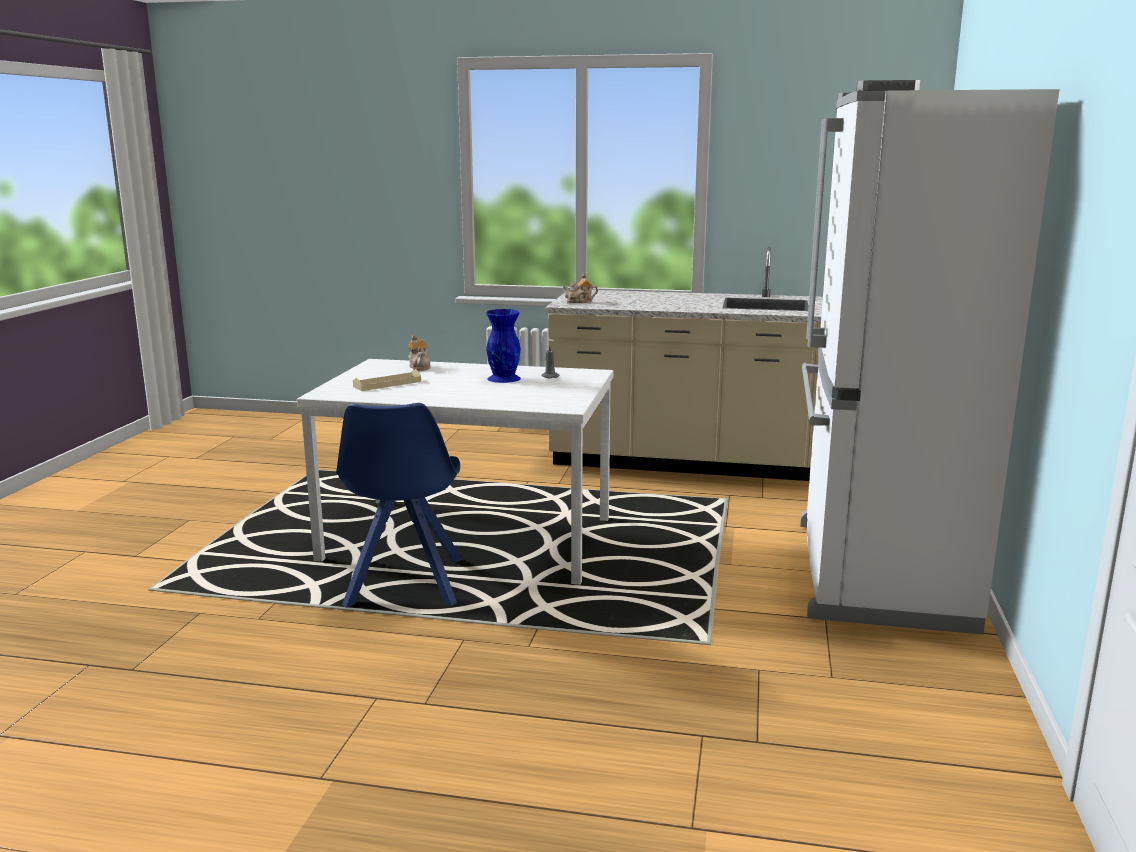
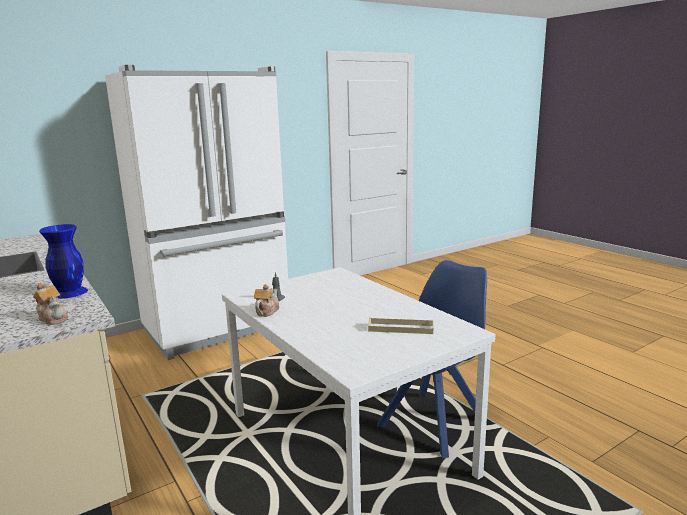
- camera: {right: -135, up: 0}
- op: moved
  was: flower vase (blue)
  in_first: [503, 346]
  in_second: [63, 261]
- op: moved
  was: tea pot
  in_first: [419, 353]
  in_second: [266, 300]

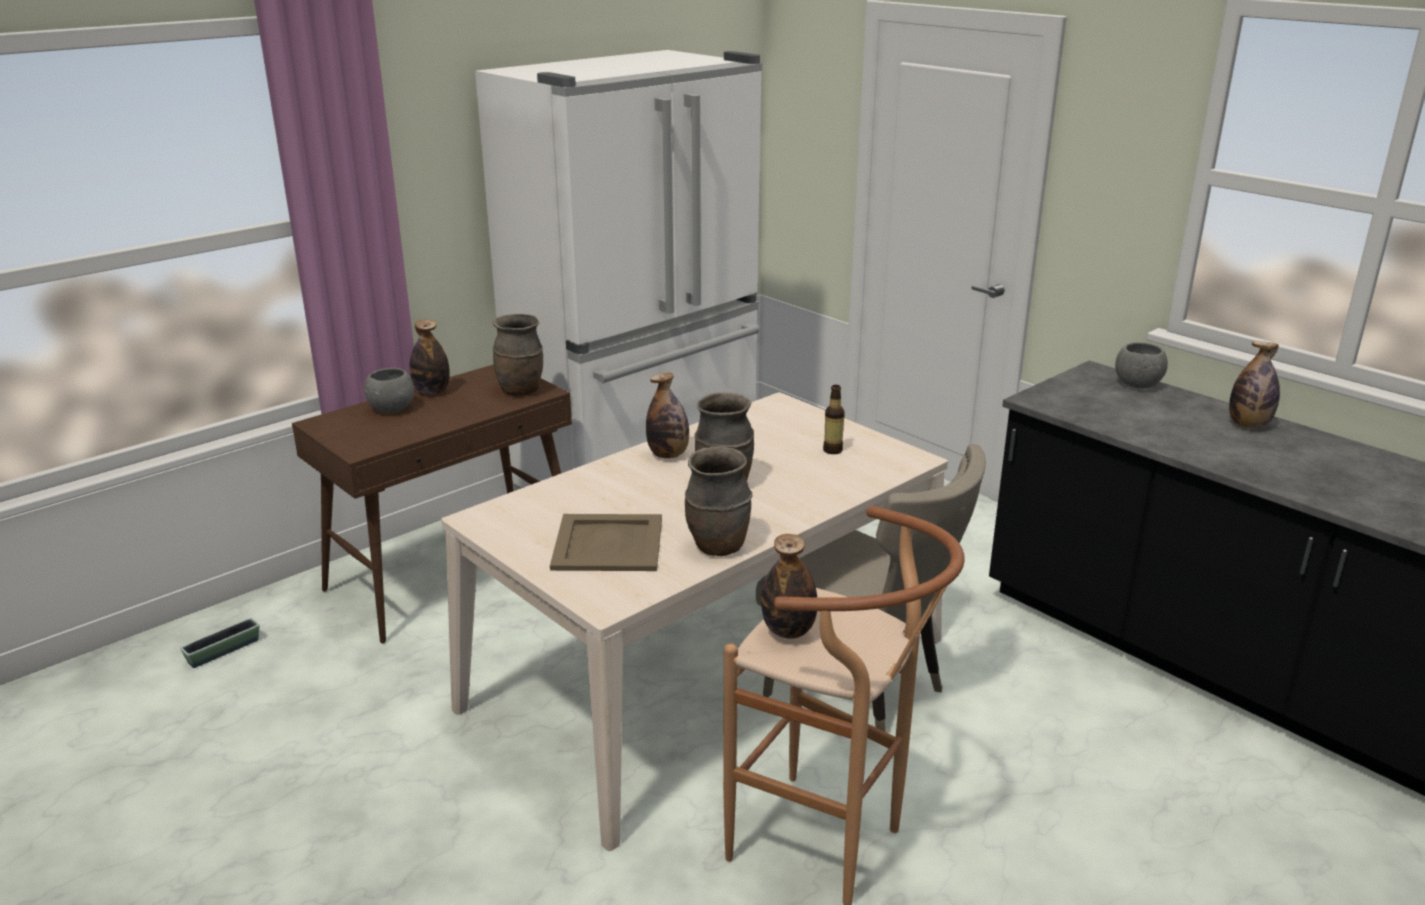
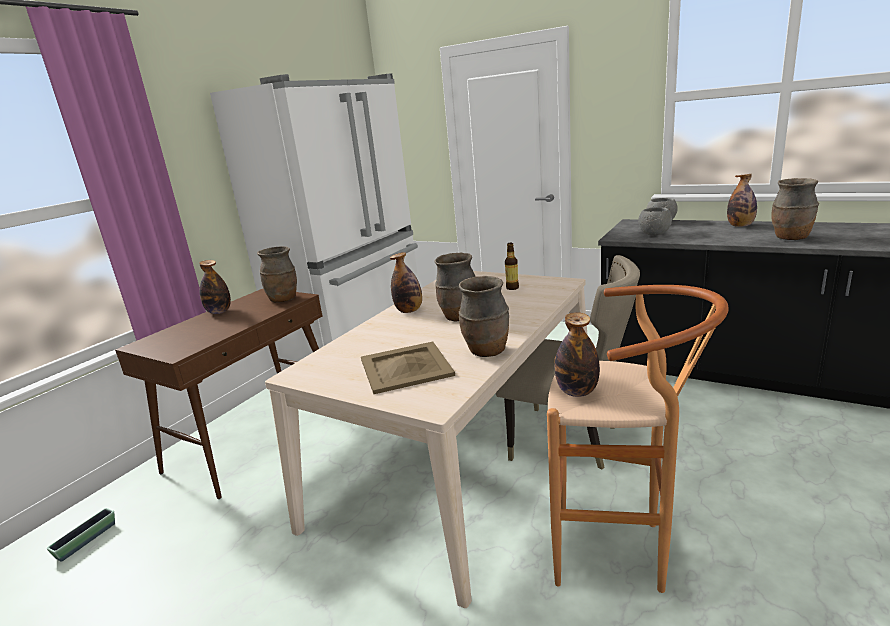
- camera: {right: -15, up: -5}
- op: moved
  was: bowl (gray)
  in_first: [389, 390]
  in_second: [655, 221]
- op: added
  now: flower vase (brown-coloured)
  in_second: [795, 209]

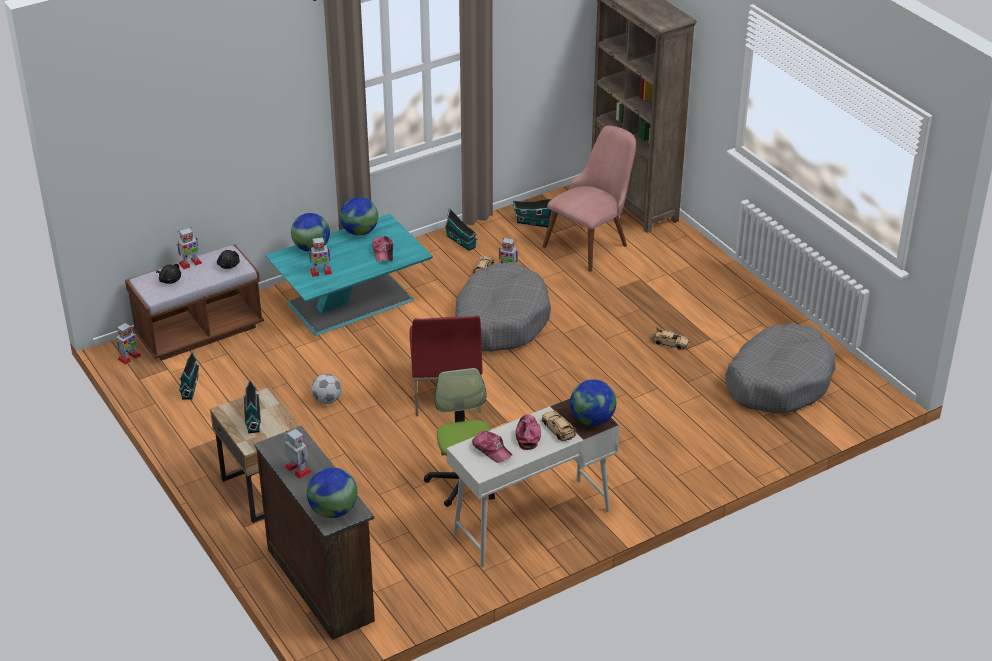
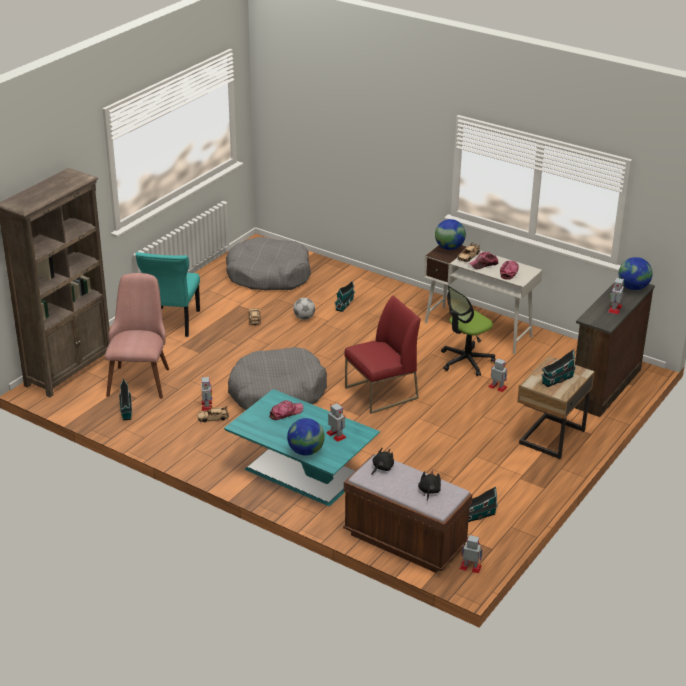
- camera: {right: -115, up: -5}
- op: turned
  was: chair (pink)
  in_first: [589, 198]
  in_second: [137, 336]
  clockwise: 75
- op: removed
  was: globe
  in_first: [359, 216]
- op: moved
  was: toy house
  in_first: [461, 229]
  in_second: [345, 296]
- op: moved
  was: robot figure
  in_first: [189, 248]
  in_second: [497, 375]
- op: moved
  was: ball for football
  in_first: [326, 389]
  in_second: [304, 309]
- op: added
  now: chair (blue-green)
  in_second: [167, 294]

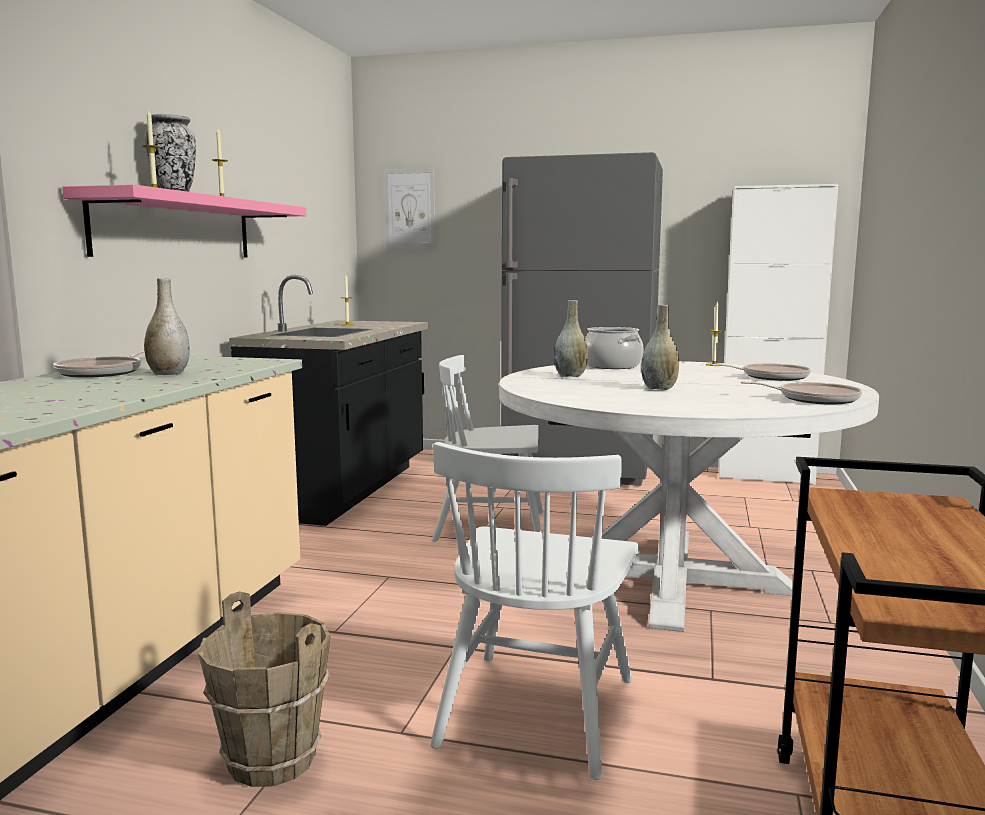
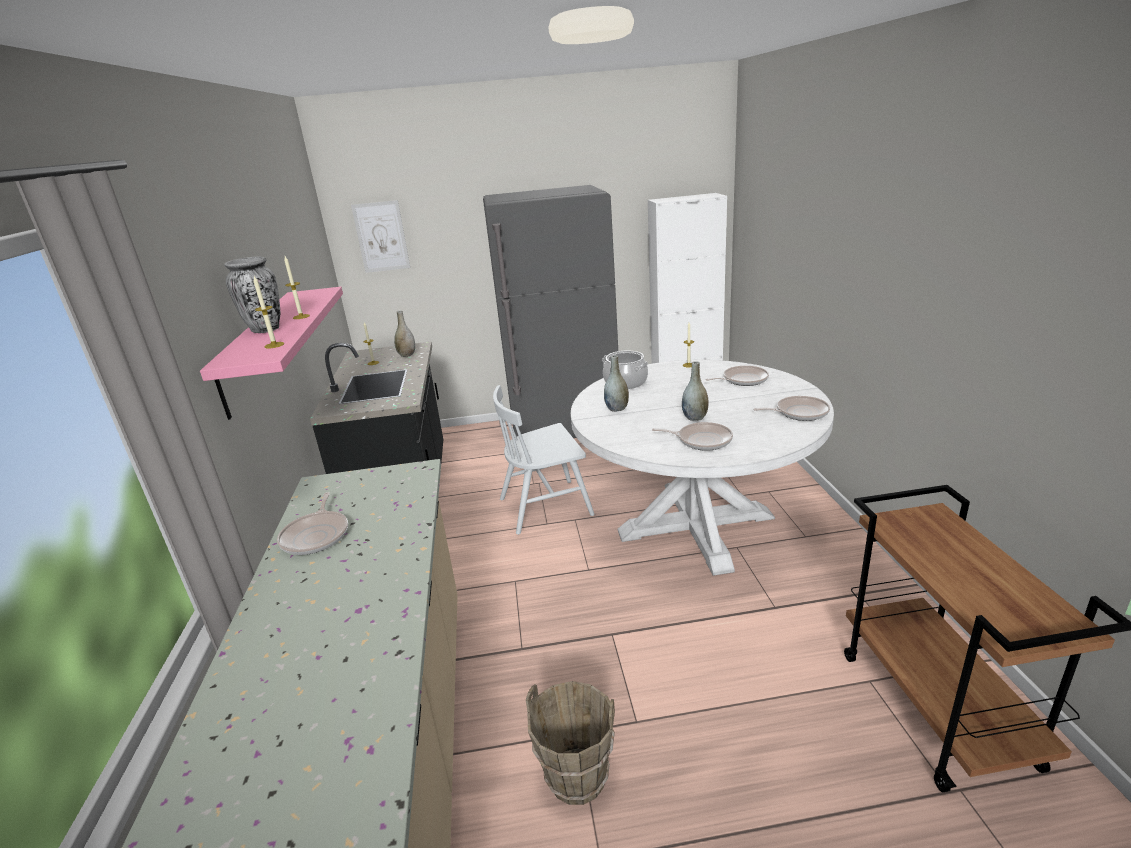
- camera: {right: -20, up: 15}
- op: moved
  was: flower vase (gray)
  in_first: [167, 326]
  in_second: [404, 334]
- op: removed
  was: chair (whitish)
  in_first: [534, 611]
- op: added
  now: pan
  in_second: [692, 436]

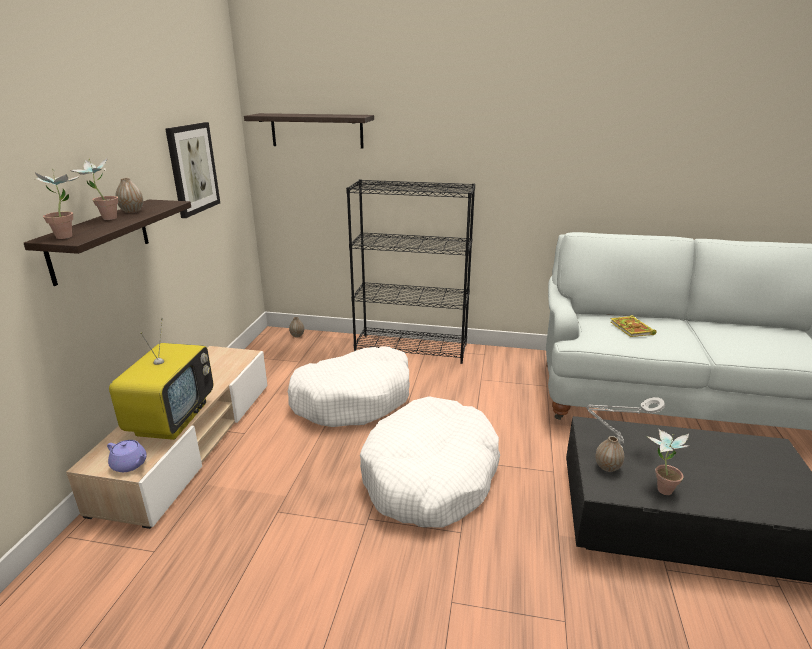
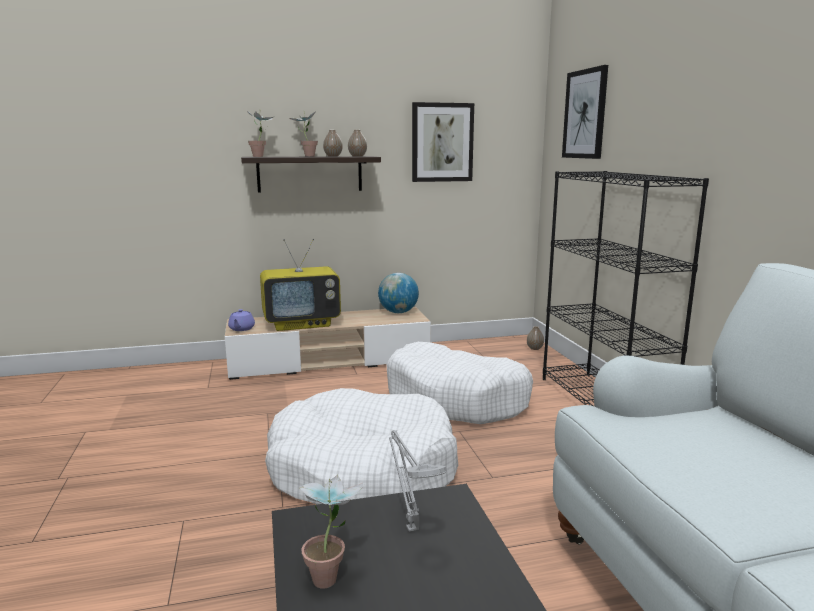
- camera: {right: 65, up: -10}
- op: replaced
  was: bracket shelf
  now: picture
  in_first: [309, 130]
  in_second: [585, 112]
- op: removed
  was: volume
  in_first: [633, 326]
- op: moved
  was: flower vase
  in_first: [609, 454]
  in_second: [357, 143]
- op: added
  now: globe
  in_second: [398, 293]

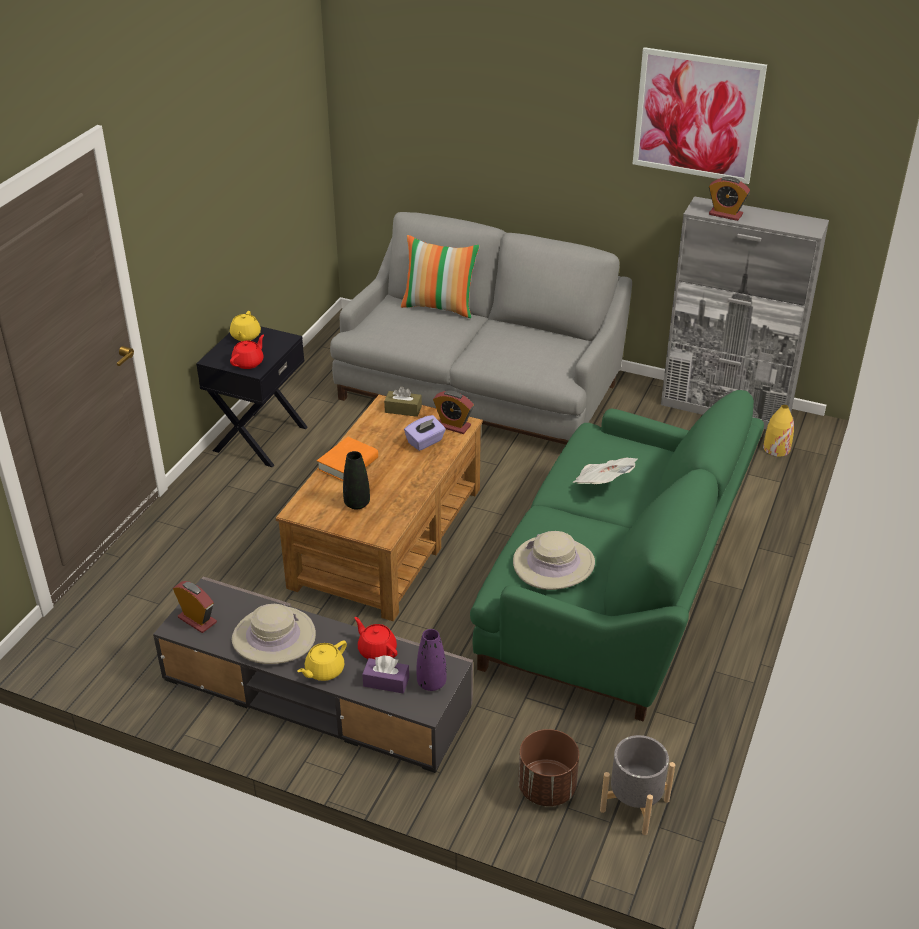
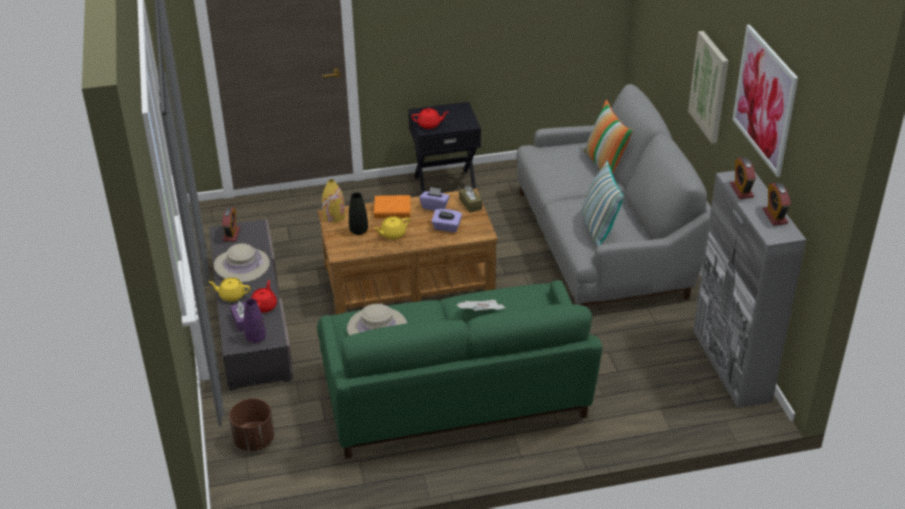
- camera: {right: 55, up: 0}
- op: moved
  was: tea pot (yellow-coloured)
  in_first: [245, 326]
  in_second: [391, 228]
- op: moved
  was: bedside clock
  in_first: [453, 412]
  in_second: [777, 204]
- op: moved
  was: flower vase (yellow-coloured)
  in_first: [778, 430]
  in_second: [334, 201]
- op: removed
  was: planter (gray)
  in_first: [637, 785]
- op: added
  now: picture
  in_second: [708, 87]
- op: added
  now: cushion
  in_second: [603, 203]
- op: added
  now: tissue box (purple)
  in_second: [434, 199]

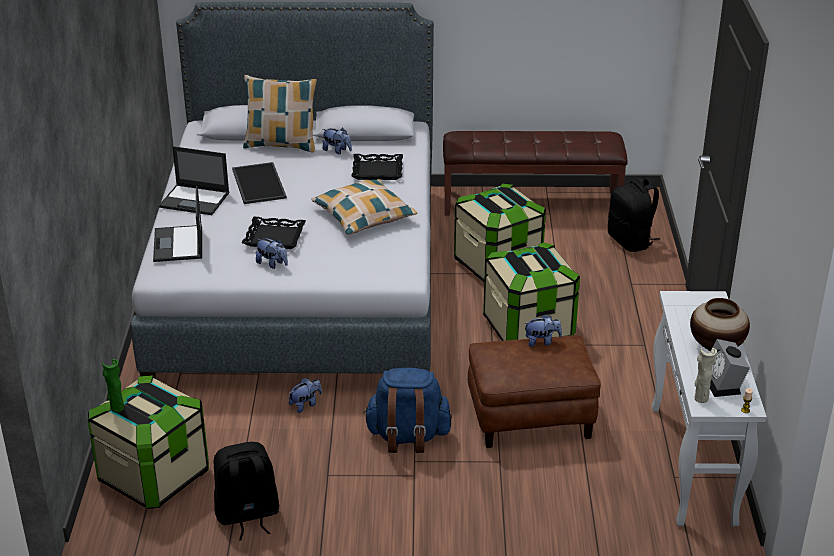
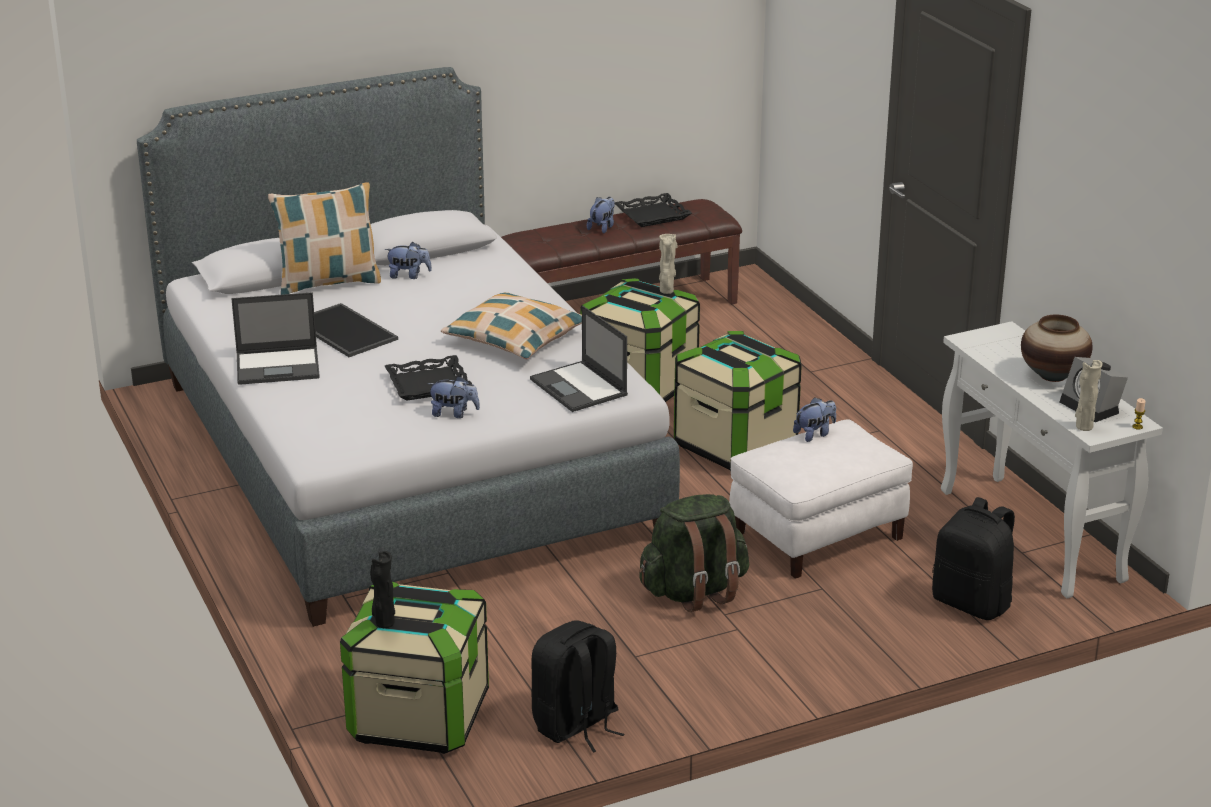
- camera: {right: -25, up: -5}
- op: moved
  was: serving tray (black)
  in_first: [377, 167]
  in_second: [653, 210]
- op: moved
  was: backpack (black)
  in_first: [634, 214]
  in_second: [973, 558]
- op: moved
  was: laptop
  in_first: [177, 224]
  in_second: [579, 359]
- op: recoloured
  was: pouffe (brown-coloured)
  now: pouffe (whitish)
  in_first: [534, 391]
  in_second: [821, 499]
- op: recoloured
  was: flower vase (green-coloured)
  now: flower vase (black)
  in_first: [113, 386]
  in_second: [382, 589]
- op: recoloured
  was: backpack (blue)
  now: backpack (green-coloured)
  in_first: [407, 410]
  in_second: [694, 553]
- op: moved
  was: soft toy
  in_first: [305, 395]
  in_second: [601, 215]
- op: added
  now: flower vase (beige)
  in_second: [668, 264]

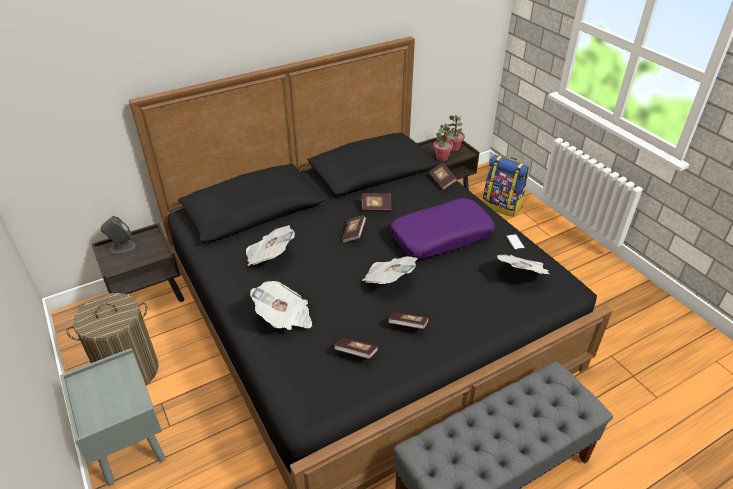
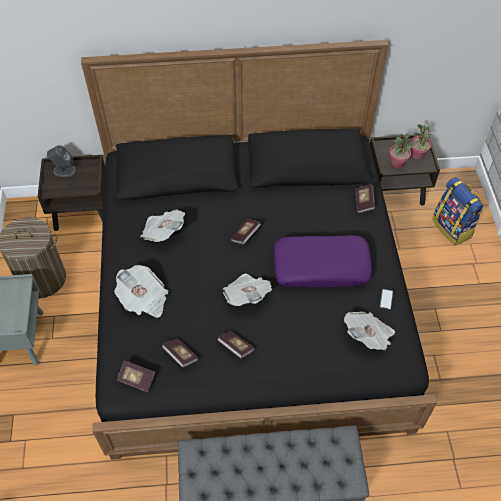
- camera: {right: 25, up: 15}
- op: moved
  was: volume
  in_first: [376, 202]
  in_second: [136, 376]

